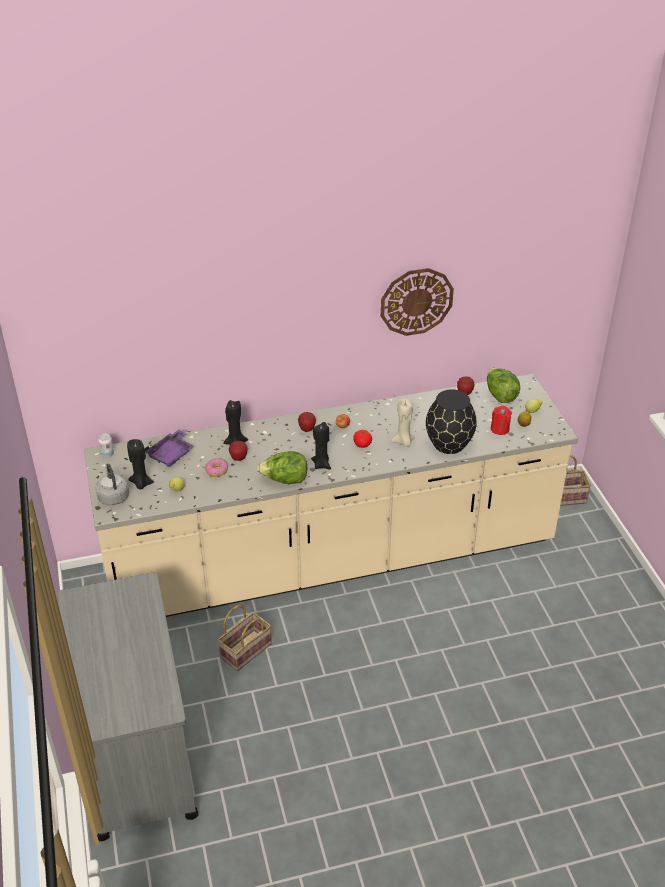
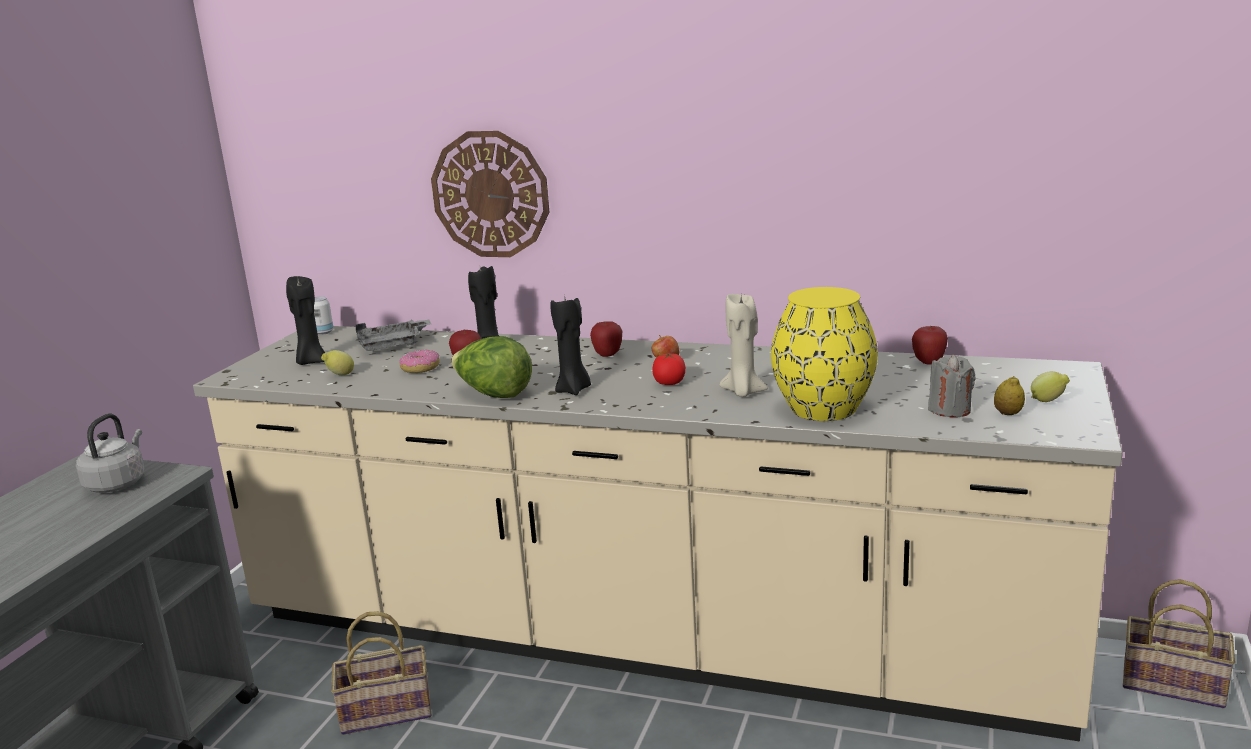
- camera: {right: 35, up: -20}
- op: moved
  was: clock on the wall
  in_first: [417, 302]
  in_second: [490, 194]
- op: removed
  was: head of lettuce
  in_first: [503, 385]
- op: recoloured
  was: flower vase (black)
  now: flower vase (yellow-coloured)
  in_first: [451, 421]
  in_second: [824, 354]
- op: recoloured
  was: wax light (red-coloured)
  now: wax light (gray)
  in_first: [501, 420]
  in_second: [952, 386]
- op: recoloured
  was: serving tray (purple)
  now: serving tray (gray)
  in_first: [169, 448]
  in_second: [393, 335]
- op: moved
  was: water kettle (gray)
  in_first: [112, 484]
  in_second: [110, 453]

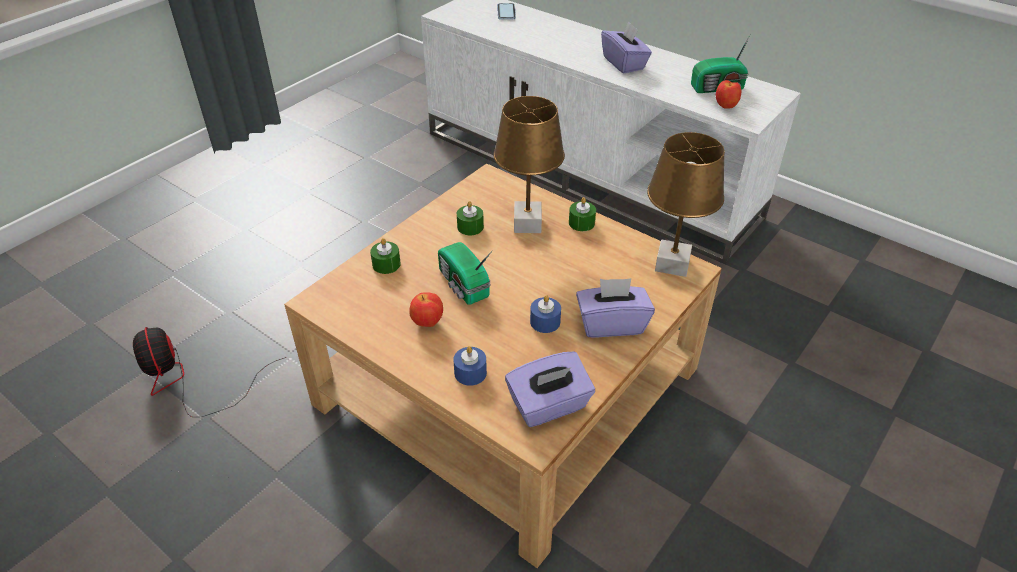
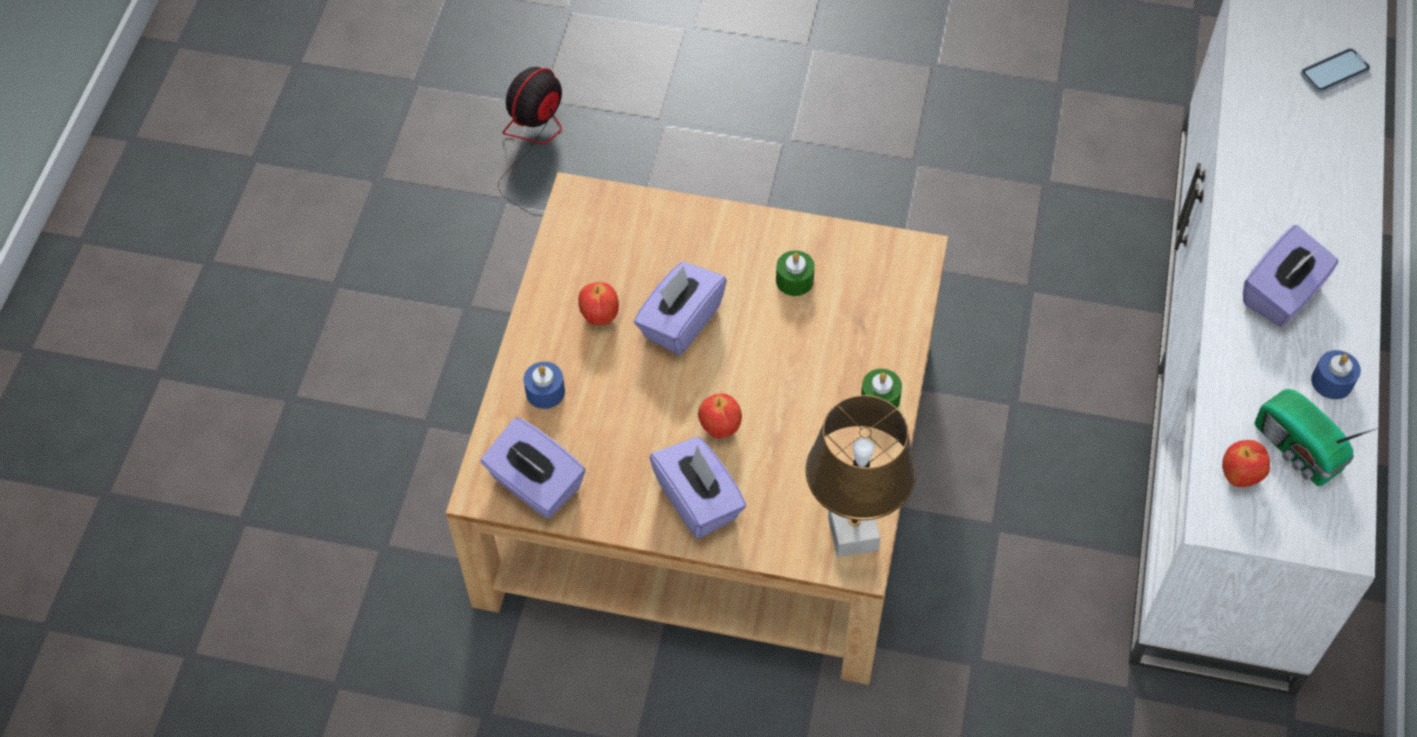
- camera: {right: 65, up: 15}
- op: removed
  was: lamp for a table (brown-coloured)
  in_first: [529, 164]
- op: removed
  was: wax light (green-coloured)
  in_first: [385, 256]
- op: replaced
  was: radio
  now: tissue box (purple)
  in_first: [465, 273]
  in_second: [680, 308]
- op: moved
  was: wax light (blue)
  in_first: [545, 314]
  in_second: [1336, 374]
- op: added
  now: apple
  in_second: [720, 416]

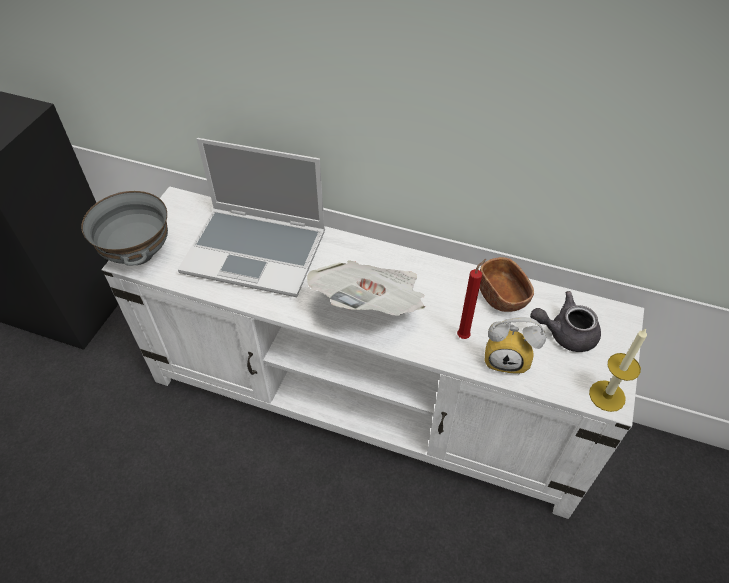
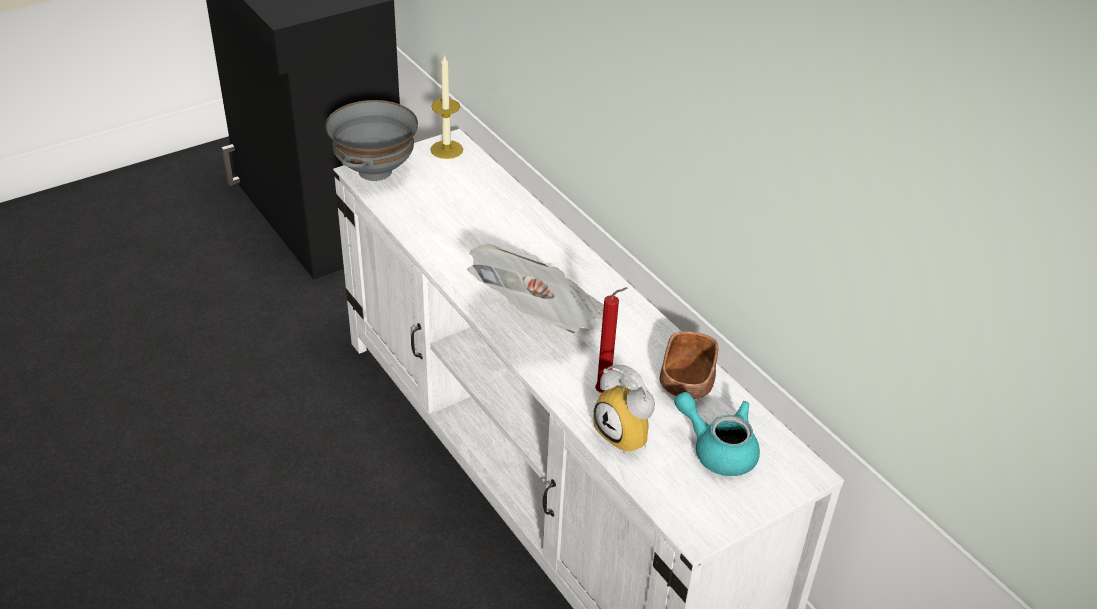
- camera: {right: 35, up: -10}
- op: removed
  was: laptop
  in_first: [251, 217]
- op: recoloured
  was: tea pot (gray)
  now: tea pot (blue-green)
  in_first: [565, 321]
  in_second: [717, 434]
- op: moved
  was: wax light
  in_first: [618, 370]
  in_second: [446, 106]

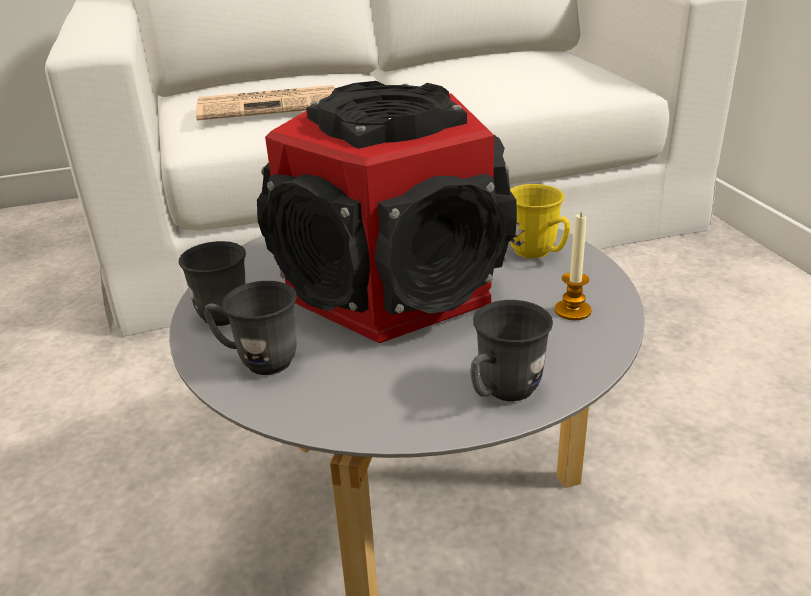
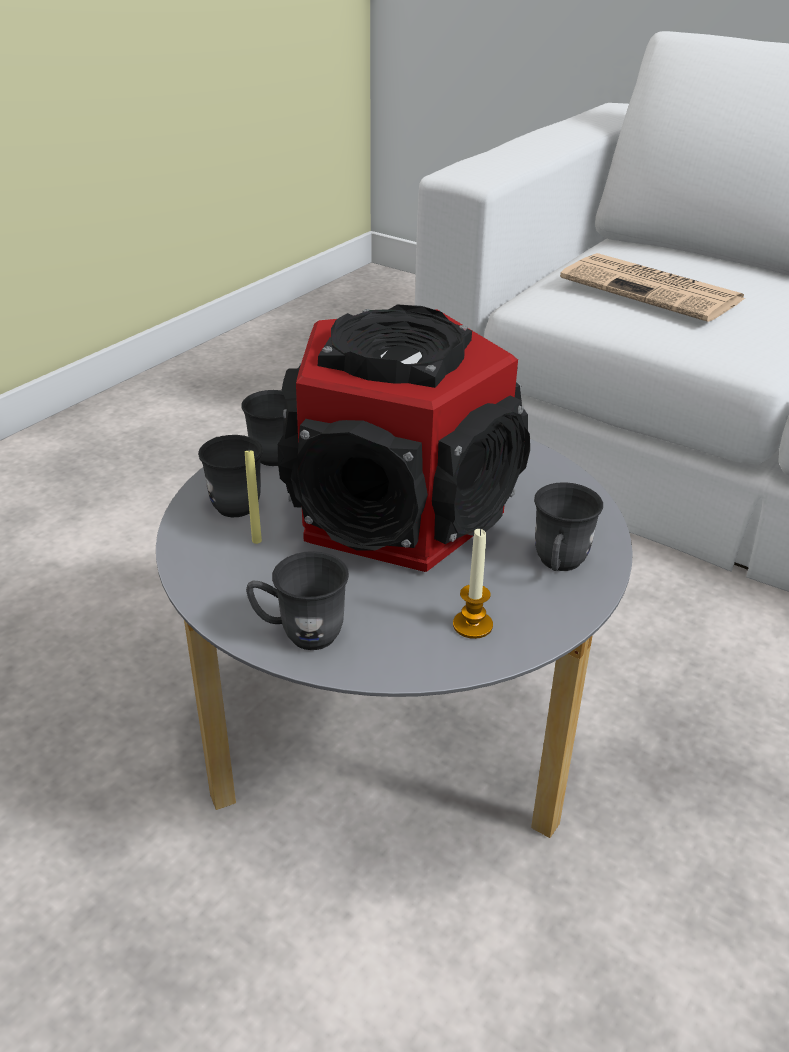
- camera: {right: 50, up: 5}
- op: recoloured
  was: coffee mug (yellow-coloured)
  now: coffee mug (gray)
  in_first: [540, 221]
  in_second: [568, 526]
- op: added
  now: wax light (yellow-coloured)
  in_second: [253, 496]

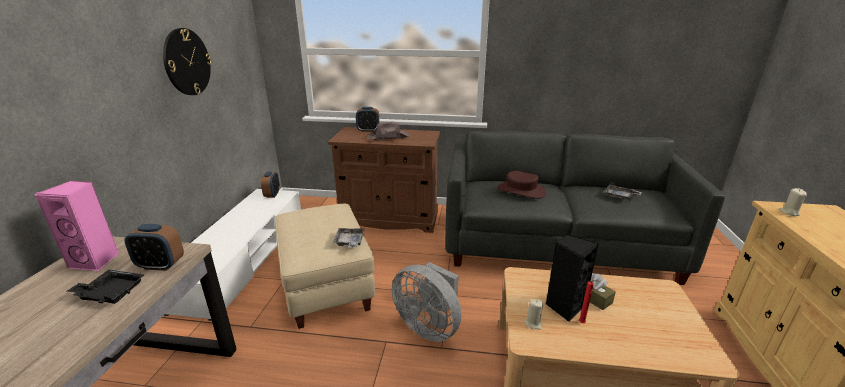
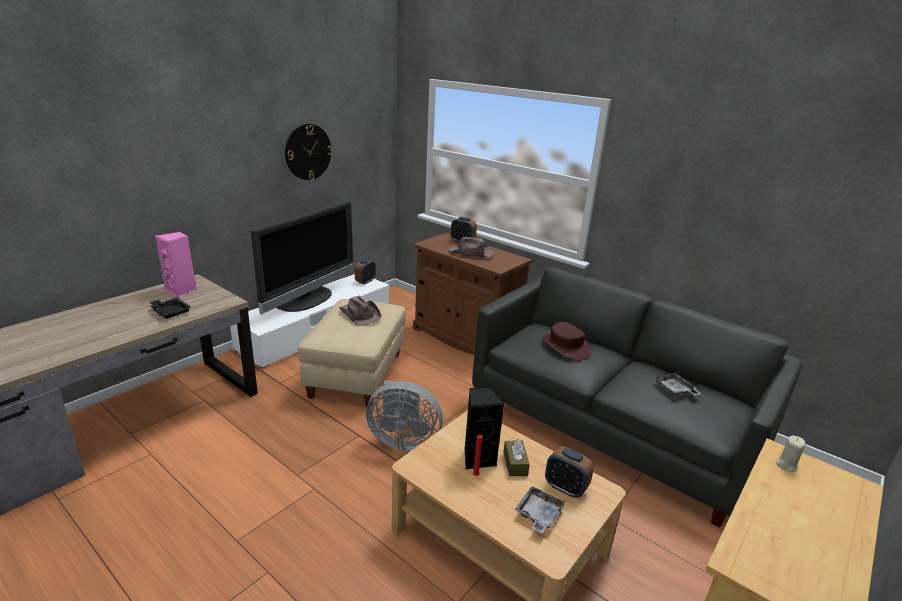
- camera: {right: 30, up: 0}
- op: moved
  was: bedside clock
  in_first: [154, 247]
  in_second: [569, 472]
- op: moved
  was: serving tray (gray)
  in_first: [349, 237]
  in_second: [540, 510]
- op: turned
  was: cooling fan (gray)
  in_first: [427, 302]
  in_second: [404, 415]
  clockwise: -60
- op: removed
  was: wax light (beige)
  in_first: [534, 314]
- op: added
  now: TV set
  in_second: [302, 258]
- op: added
  now: clothing hat (brown-coloured)
  in_second: [360, 311]

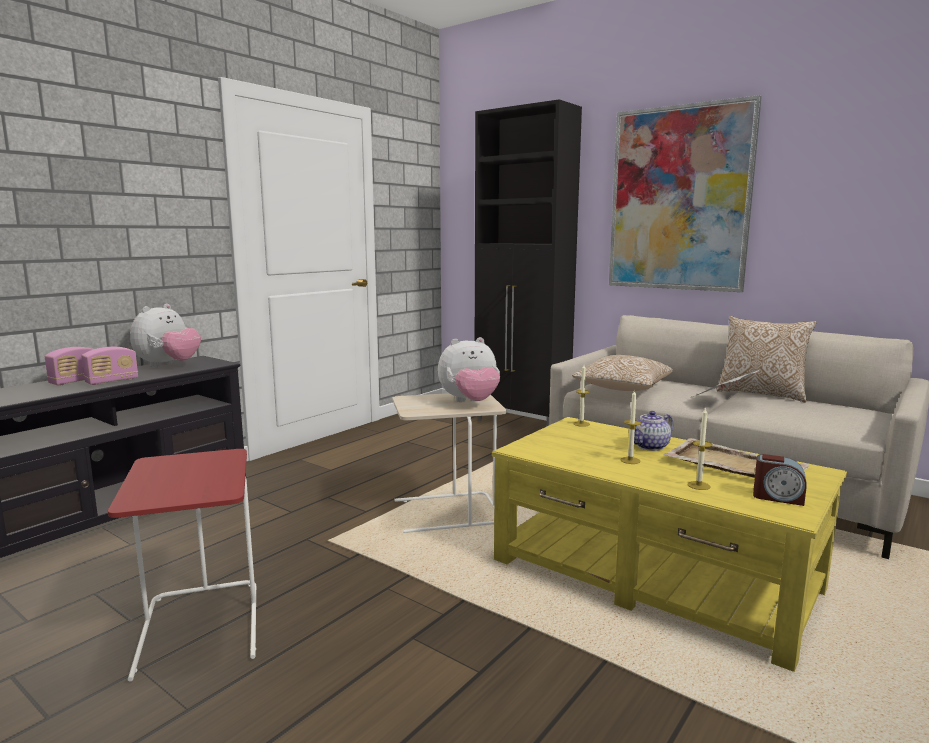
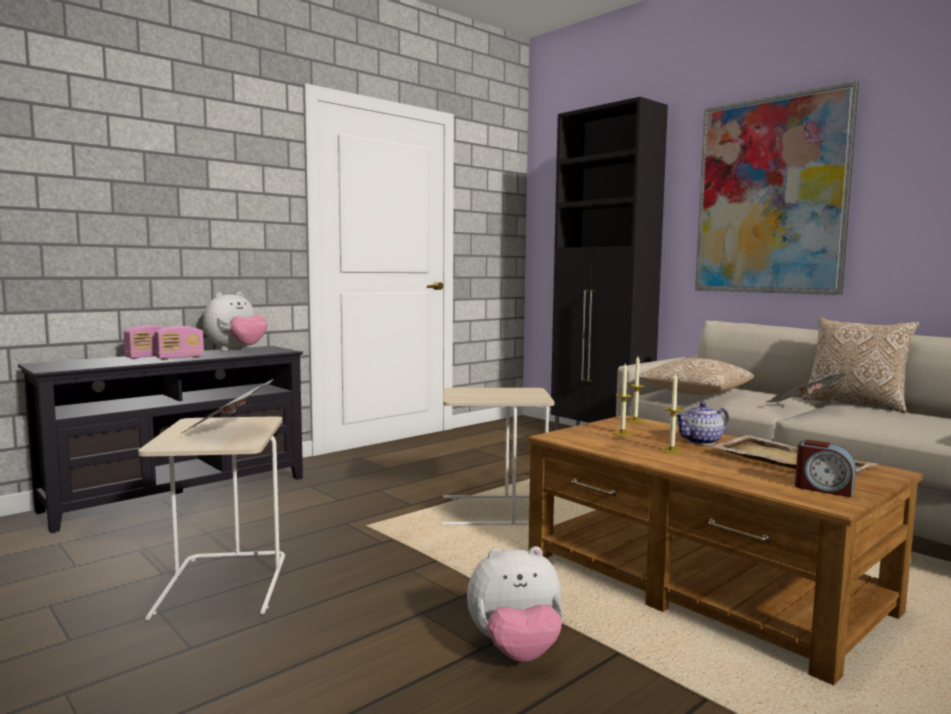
- camera: {right: 10, up: -5}
- op: moved
  was: soft toy
  in_first: [469, 369]
  in_second: [515, 604]
- op: moved
  was: wax light
  in_first: [699, 448]
  in_second: [622, 399]
- op: recoloured
  was: lounge table (yellow-coloured)
  now: lounge table (brown-coloured)
  in_first: [669, 544]
  in_second: [725, 550]
- op: recoloured
  was: end table (red-coloured)
  now: end table (beige)
  in_first: [182, 565]
  in_second: [211, 518]
- op: added
  now: daily paper
  in_second: [228, 406]

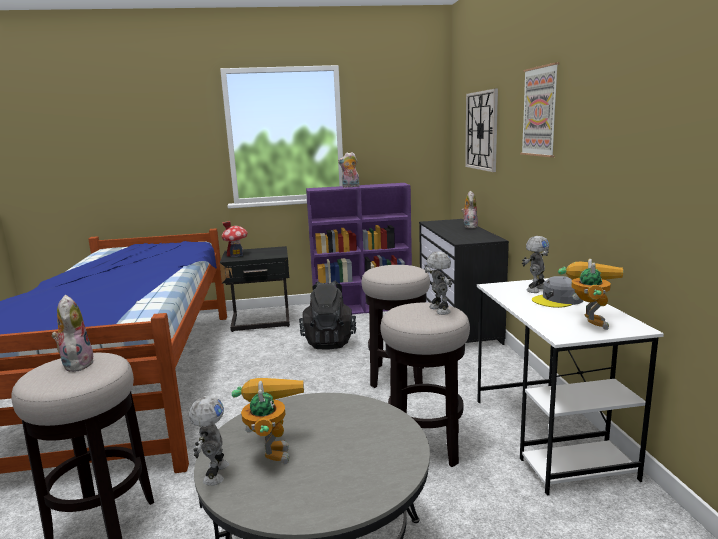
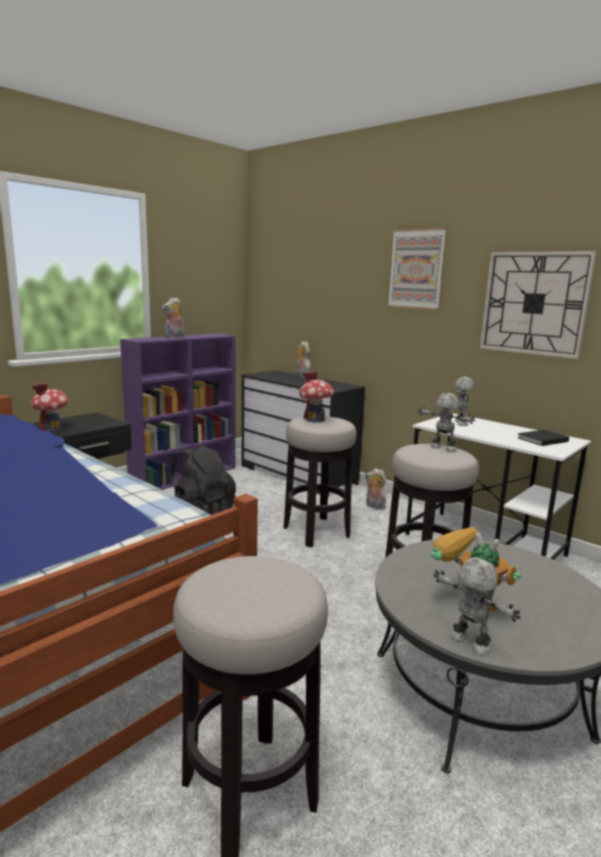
- camera: {right: -40, up: 0}
- op: moved
  was: clock on the wall
  in_first: [481, 130]
  in_second: [538, 305]
- op: replaced
  was: robot figure
  now: volume (black)
  in_first: [590, 294]
  in_second: [543, 438]
- op: removed
  was: cap (gray)
  in_first: [557, 292]
- op: moved
  was: soft toy
  in_first: [73, 333]
  in_second: [375, 489]
- op: added
  now: toy house
  in_second: [316, 397]

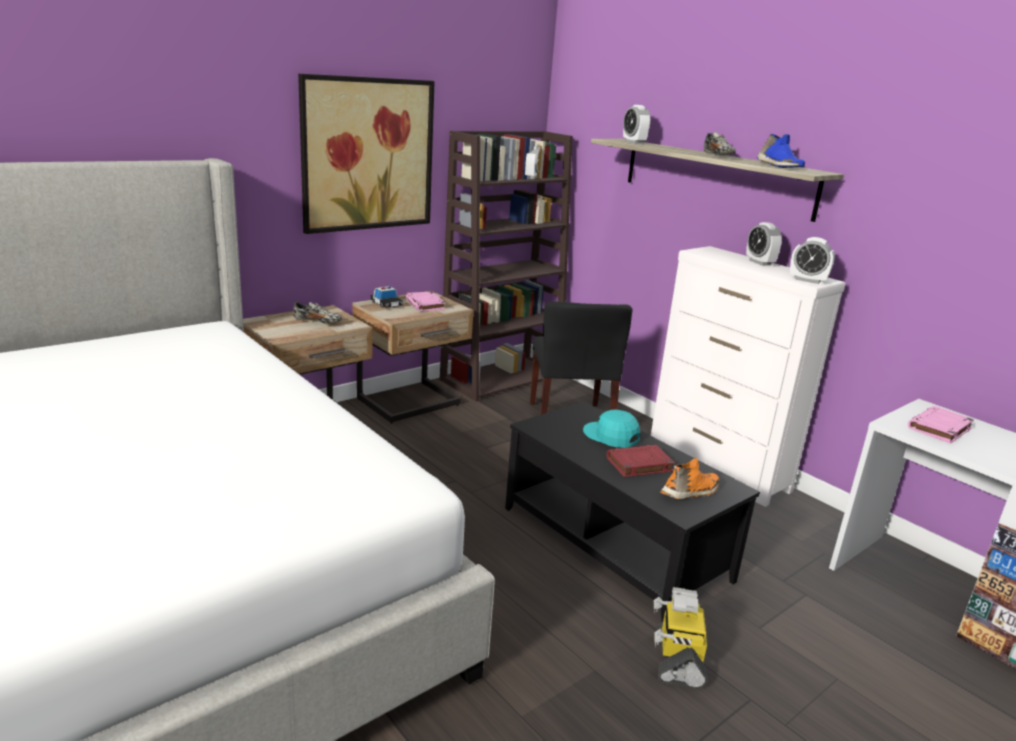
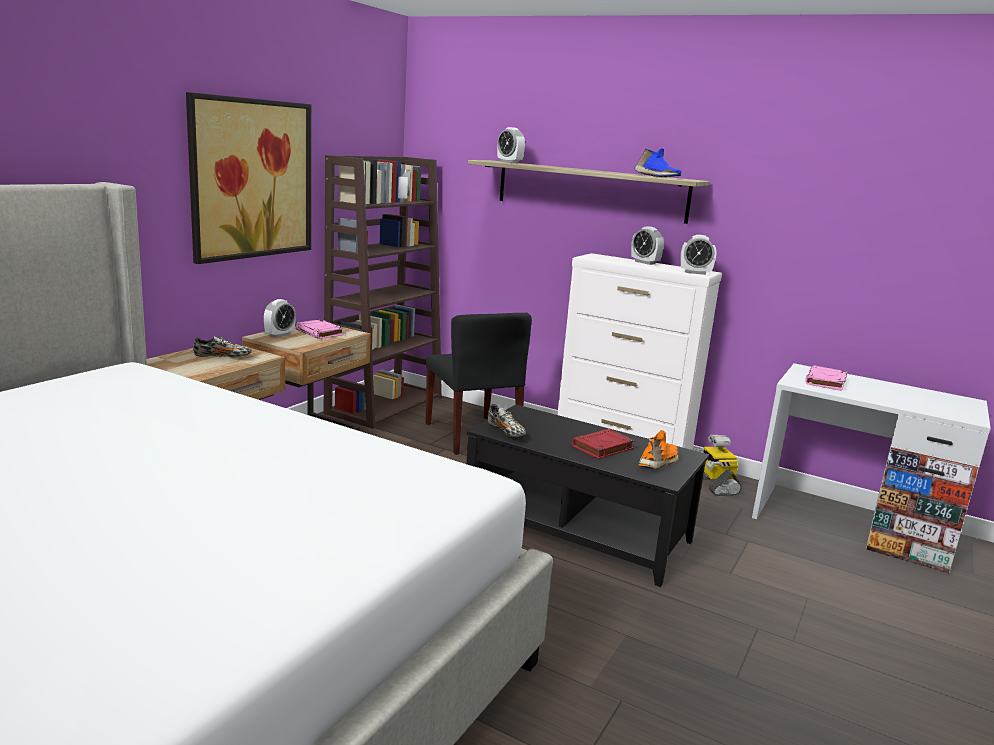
- camera: {right: -20, up: -5}
- op: moved
  was: item of footwear
  in_first: [720, 144]
  in_second: [507, 420]
- op: replaced
  was: miniature car
  now: bedside clock
  in_first: [387, 297]
  in_second: [280, 318]
- op: removed
  was: cap (blue-green)
  in_first: [611, 428]
- op: moved
  was: robot figure
  in_first: [680, 638]
  in_second: [717, 465]

